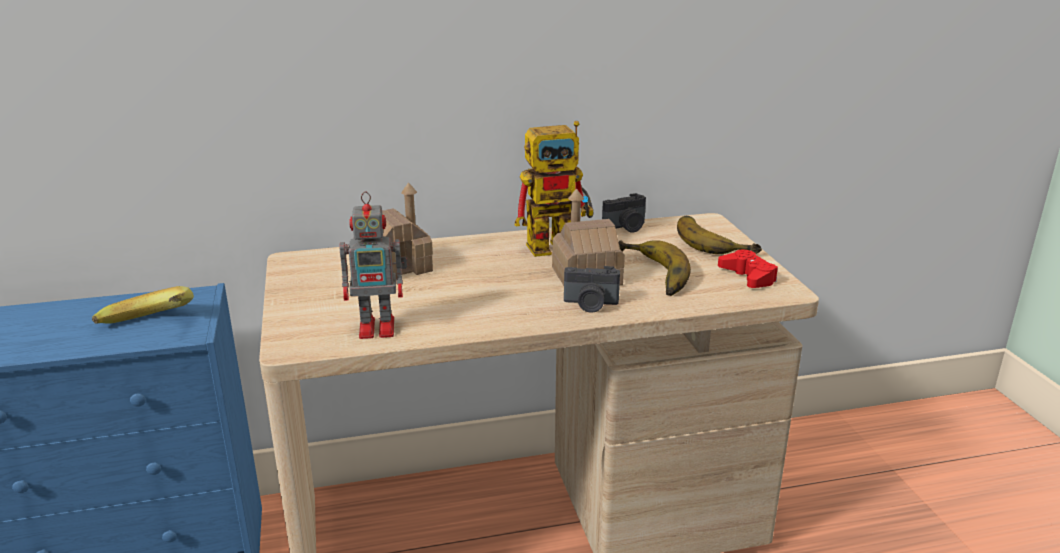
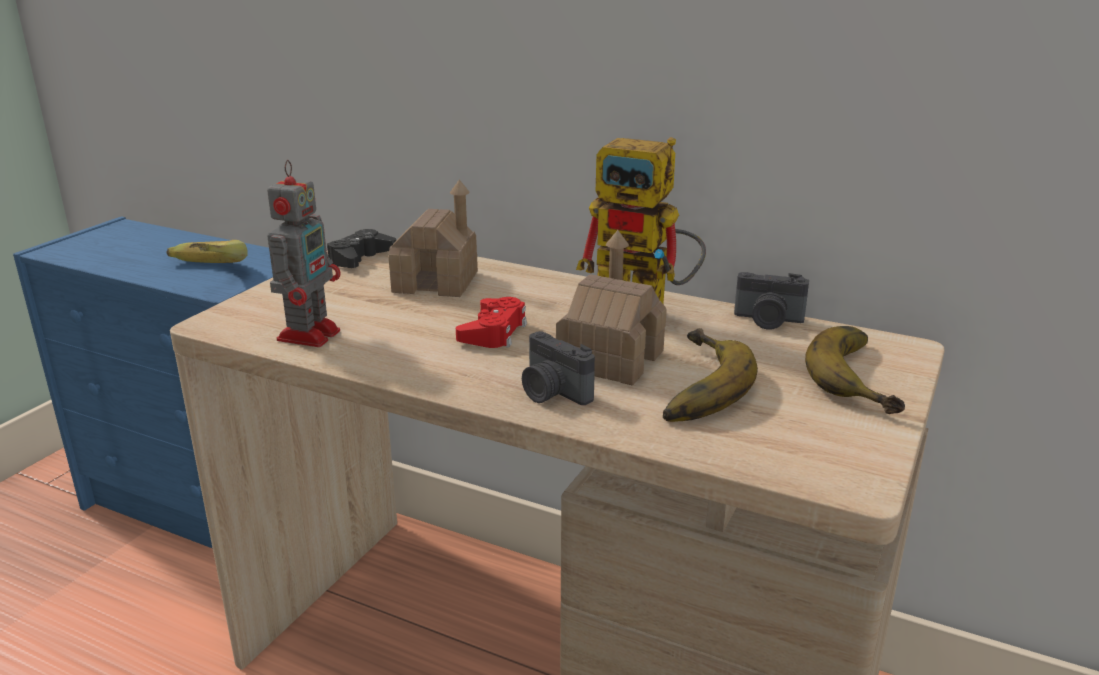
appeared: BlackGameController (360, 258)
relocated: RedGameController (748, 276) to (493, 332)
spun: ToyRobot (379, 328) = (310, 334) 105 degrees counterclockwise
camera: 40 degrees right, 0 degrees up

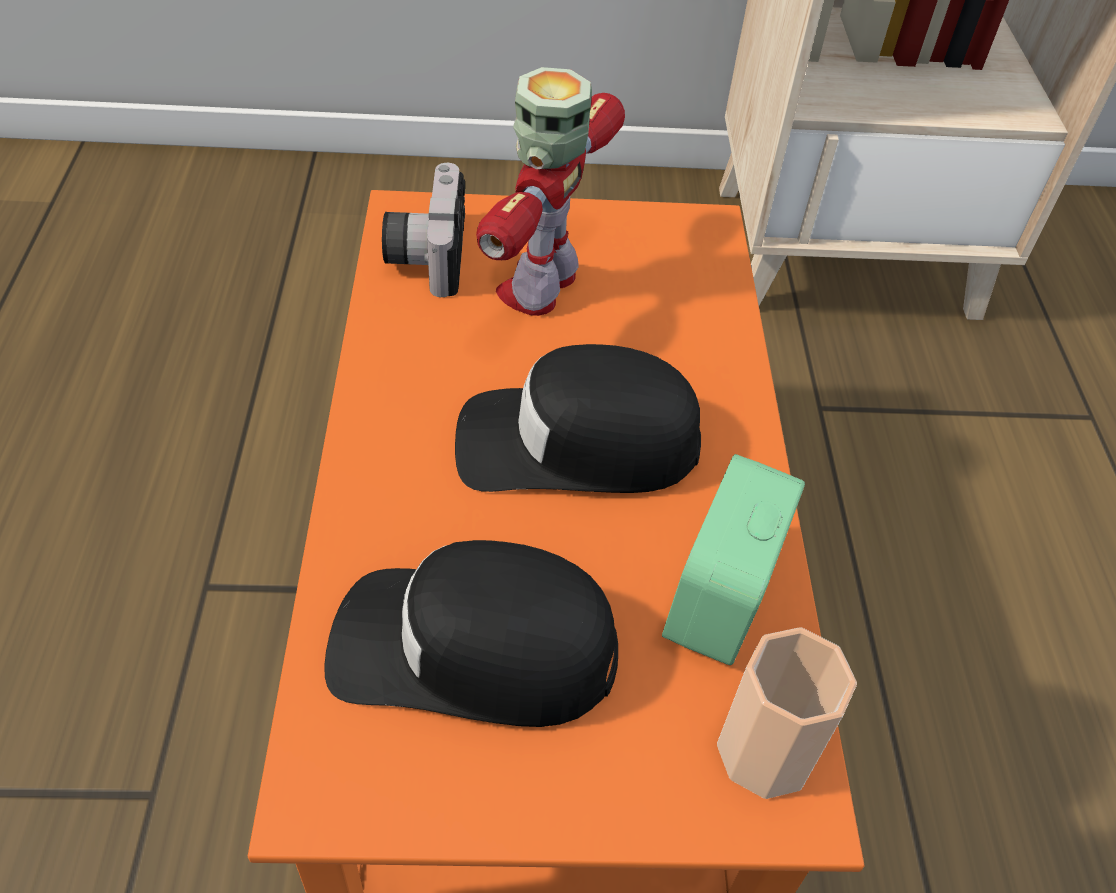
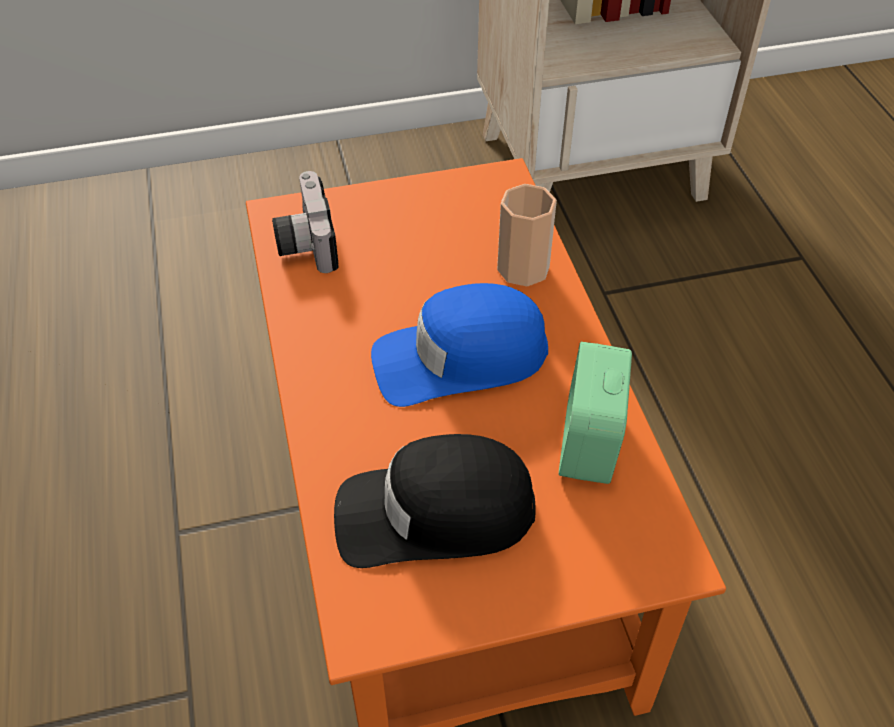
missing: ToyRobot (541, 285)
relocated: Cup (765, 752) to (523, 268)
colour: BlackCap (576, 443) to BlueCap (459, 358)
camera: 10 degrees left, 0 degrees up

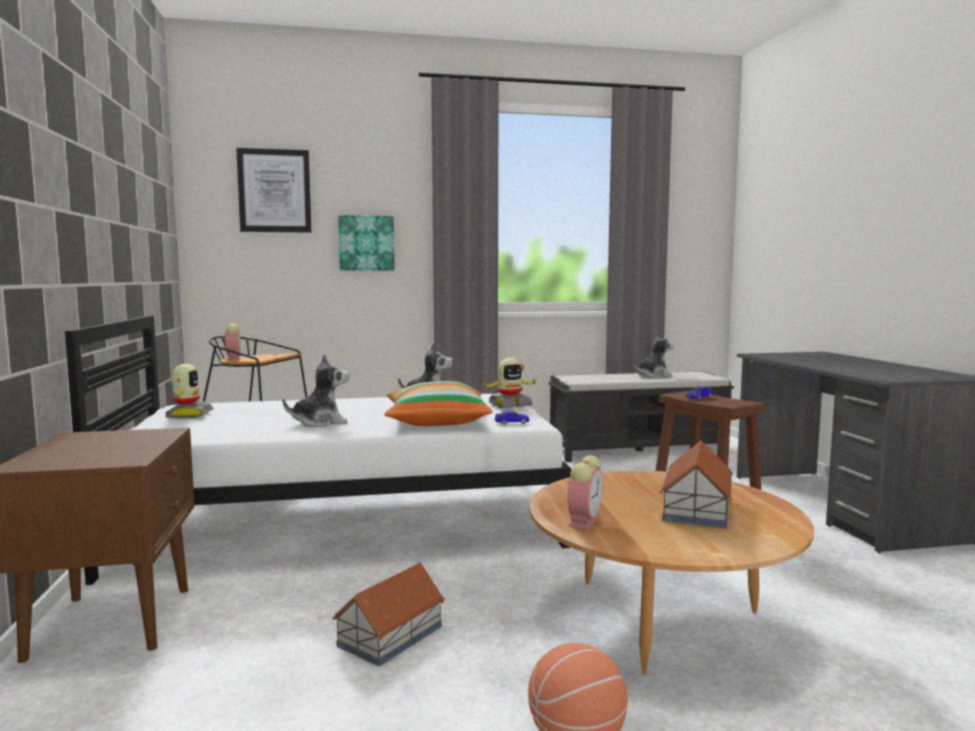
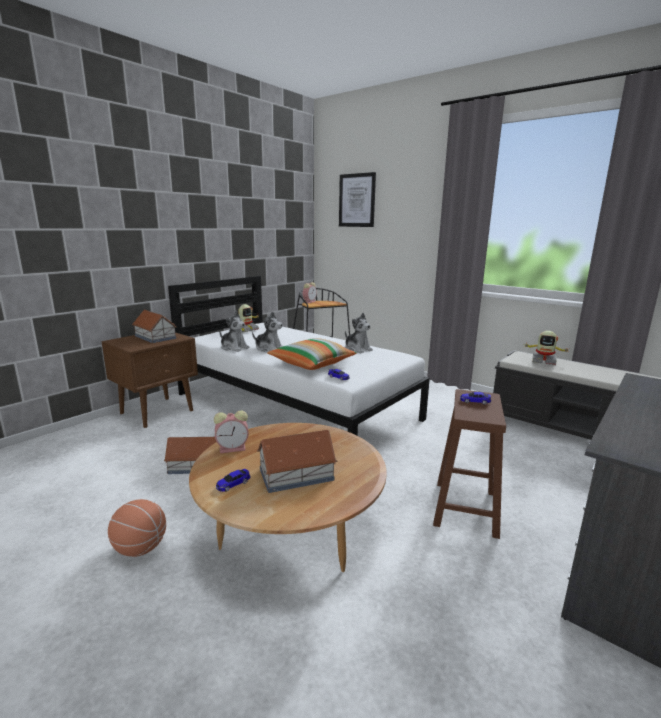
missing: Picture (366, 243)
appeared: ToyHouse (155, 337); ToyCar (233, 484)
relocated: ToyRobot (509, 405) to (543, 361); PlushToy (653, 376) to (234, 348)
camera: 50 degrees right, 10 degrees up

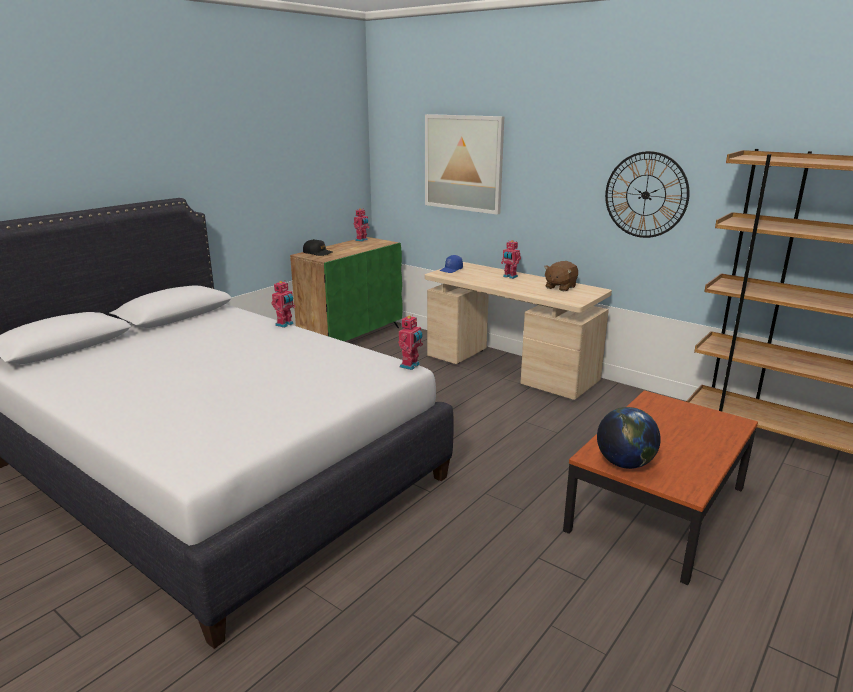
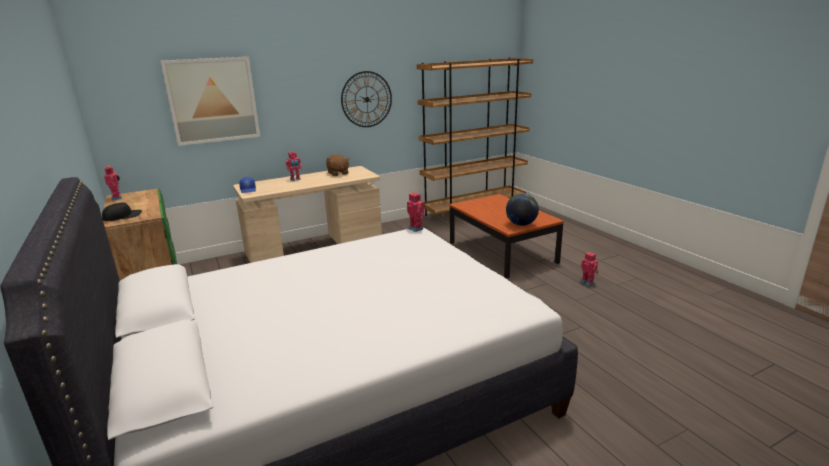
relocated: ToyRobot (285, 324) to (588, 282)
camera: 65 degrees left, 0 degrees up

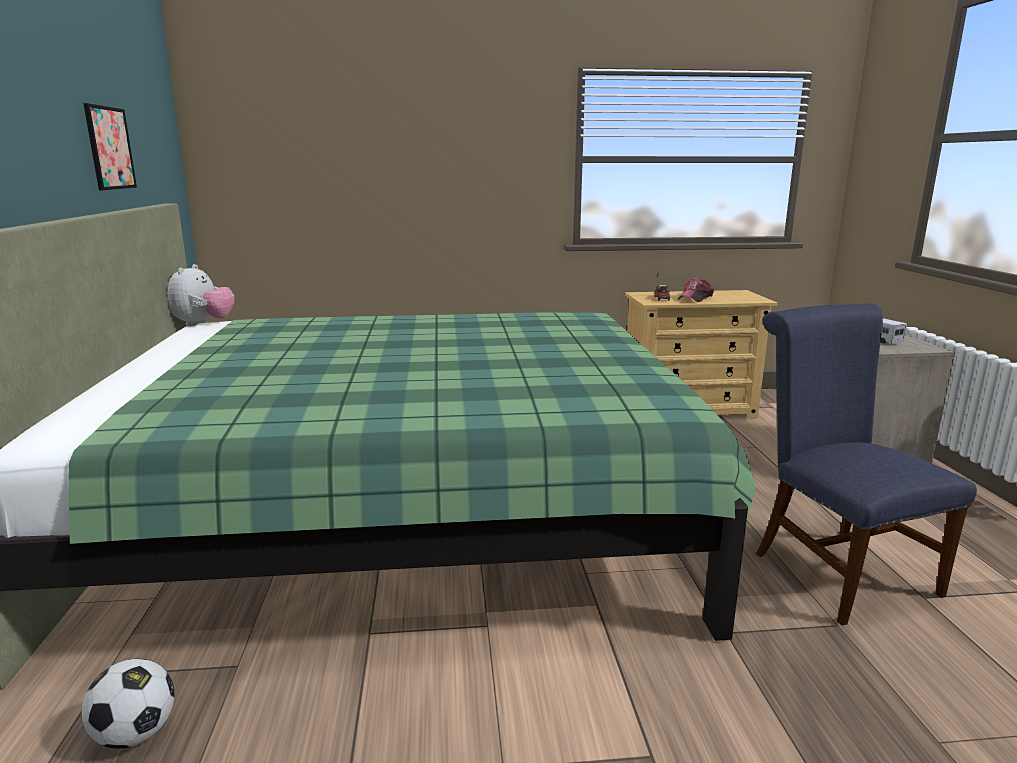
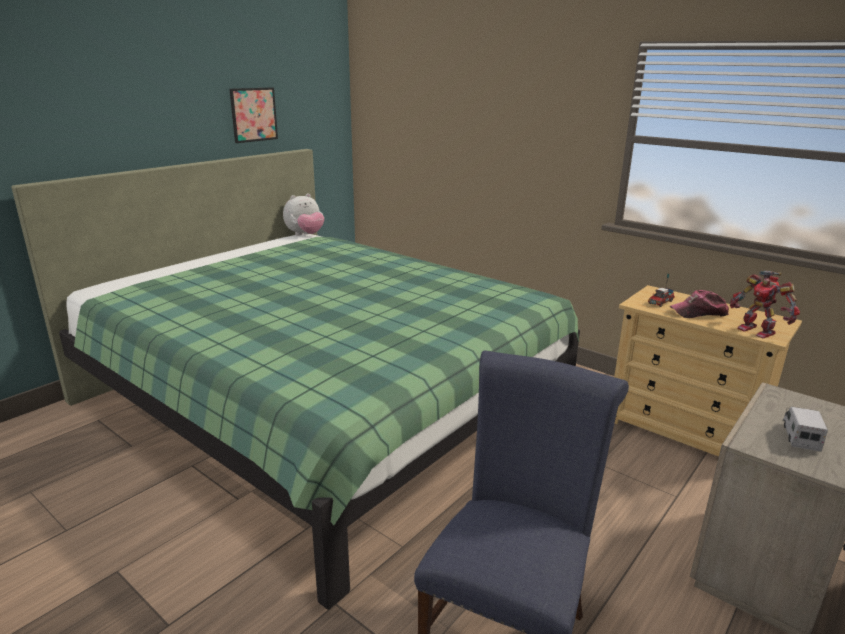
missing: Football (136, 734)
appeared: ToyRobot (757, 330)
camera: 45 degrees right, 5 degrees up

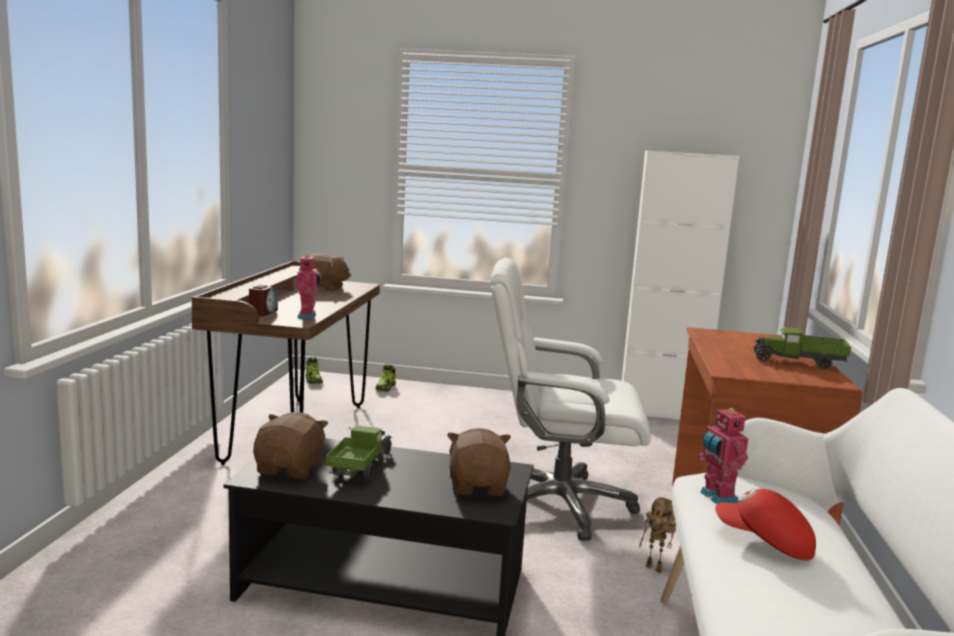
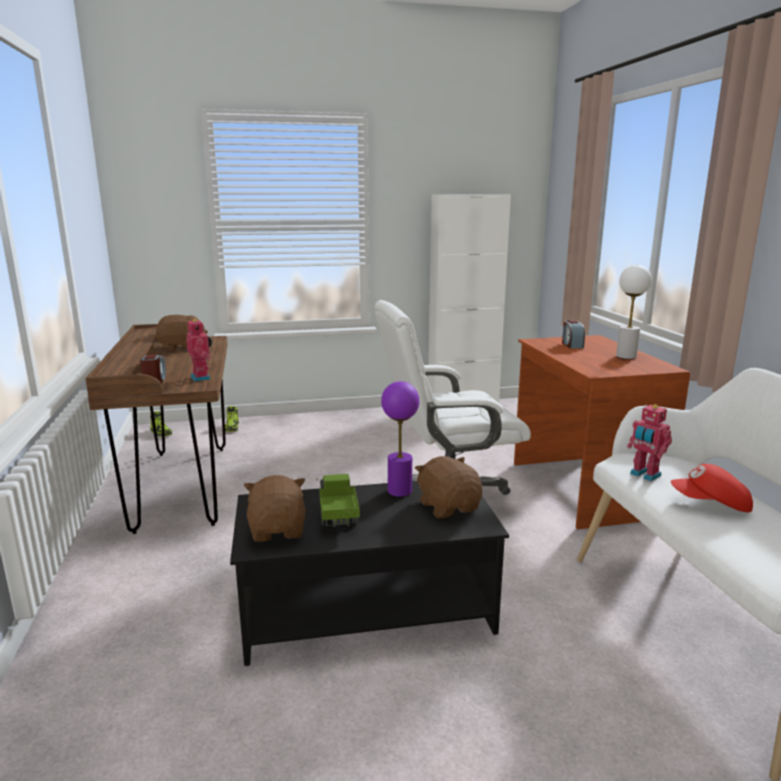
missing: ToyRobot (655, 568)
appeared: PurpleTableLamp (400, 491); AlarmClock (572, 345)
exchanged: ToyTruck (799, 362) to WhiteTableLamp (626, 356)
camera: 20 degrees left, 5 degrees up

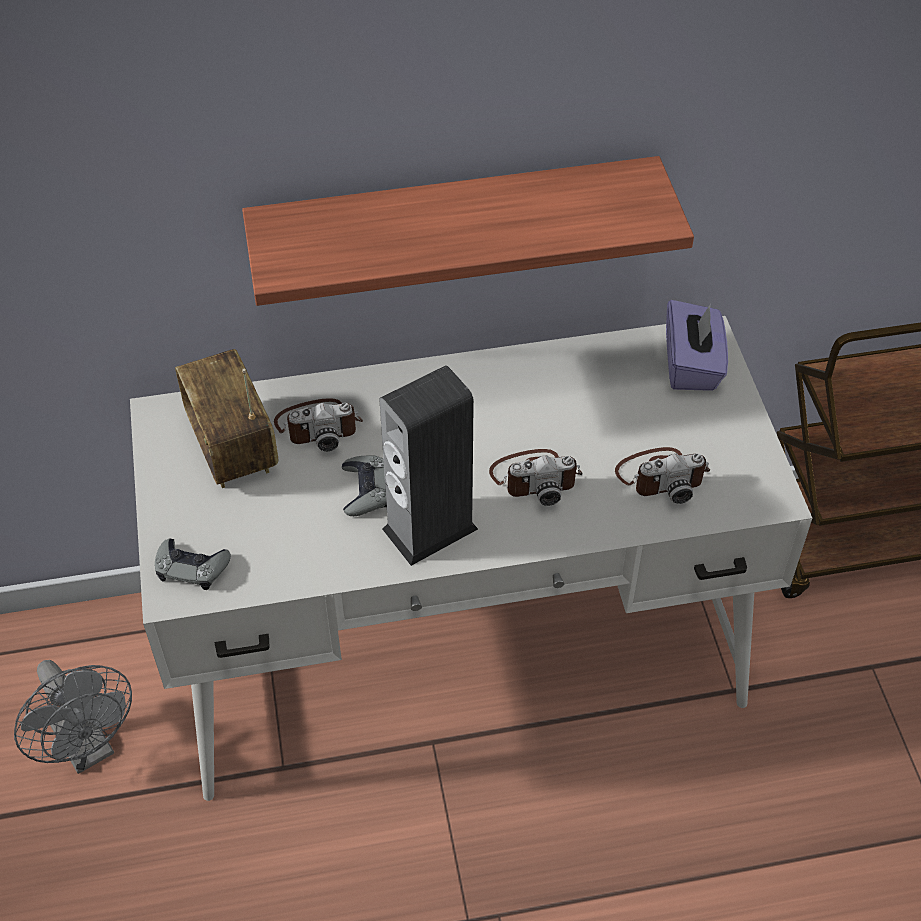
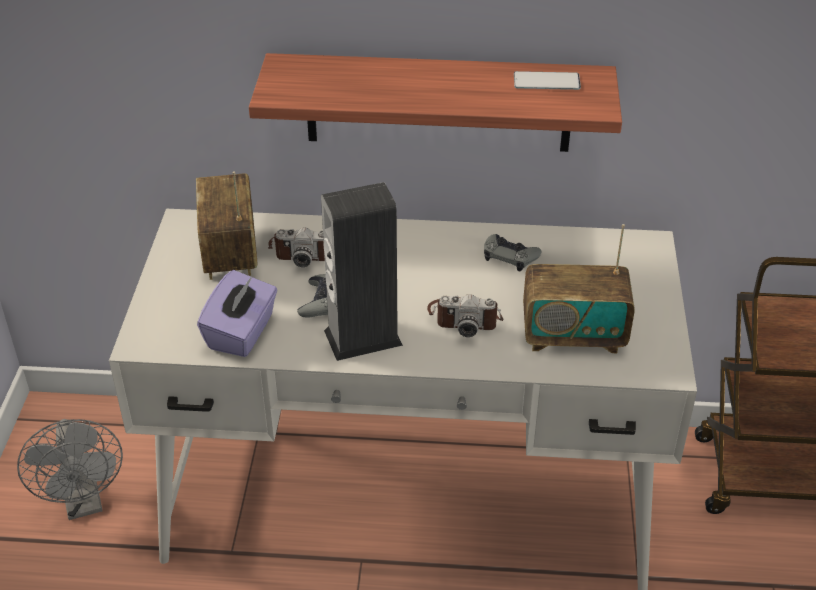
appeared: Phone (546, 81)
relocated: GreyGameController (191, 567) to (510, 256); PurpleTissueBox (692, 365) to (242, 333)
exchanged: PhotoCamera (661, 476) to Radio (573, 336)
camera: 15 degrees right, 10 degrees down

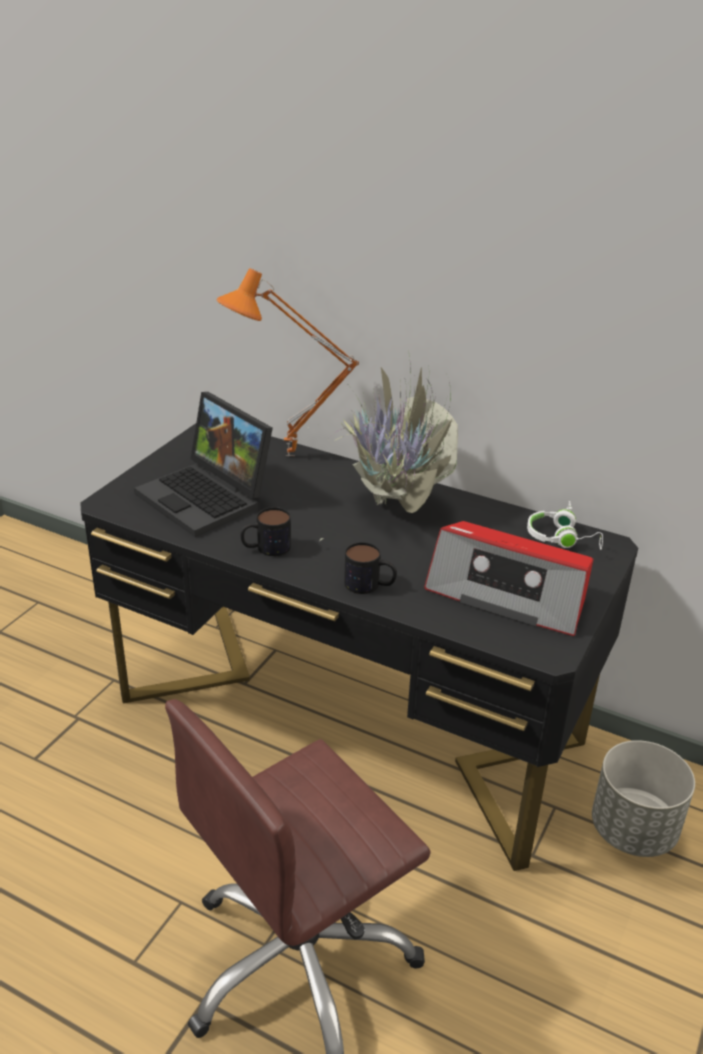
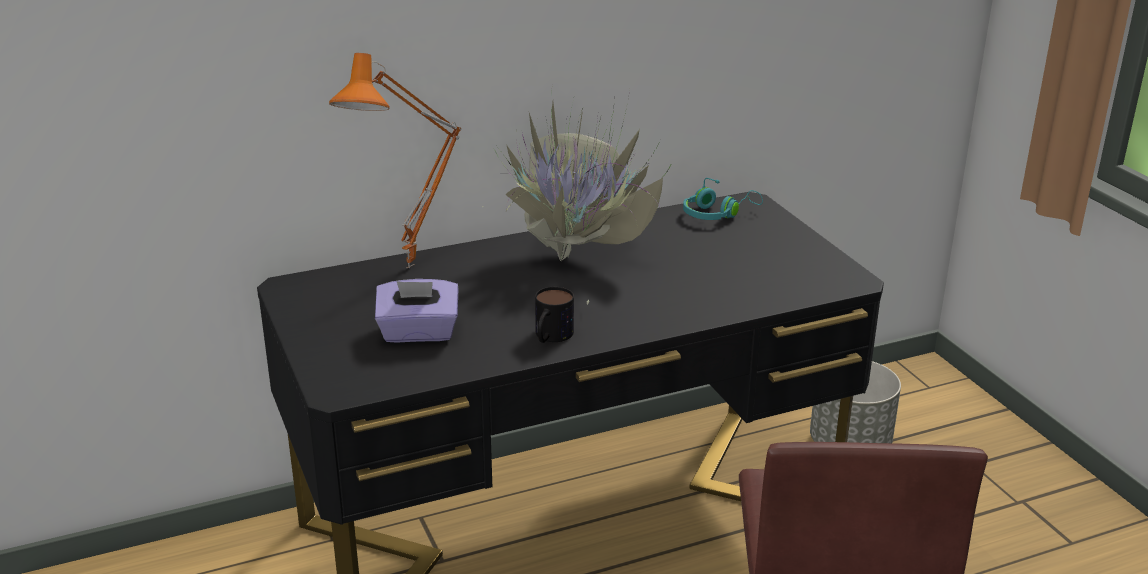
missing: Mug (370, 585); Radio (509, 594)
exchanged: Laptop (208, 498) to PurpleTissueBox (418, 333)
colour: WhiteHeadphones (562, 538) to TurquoiseHeadphones (717, 214)
camera: 50 degrees left, 5 degrees down

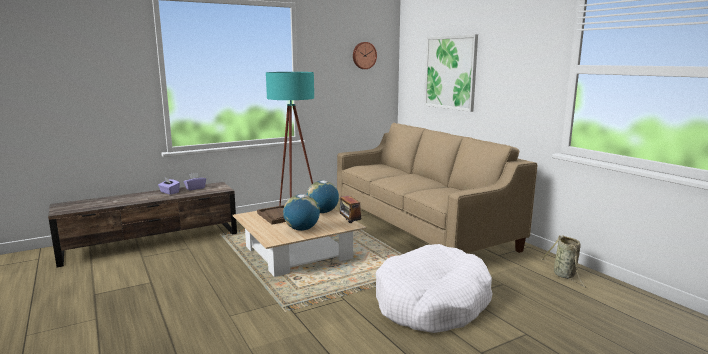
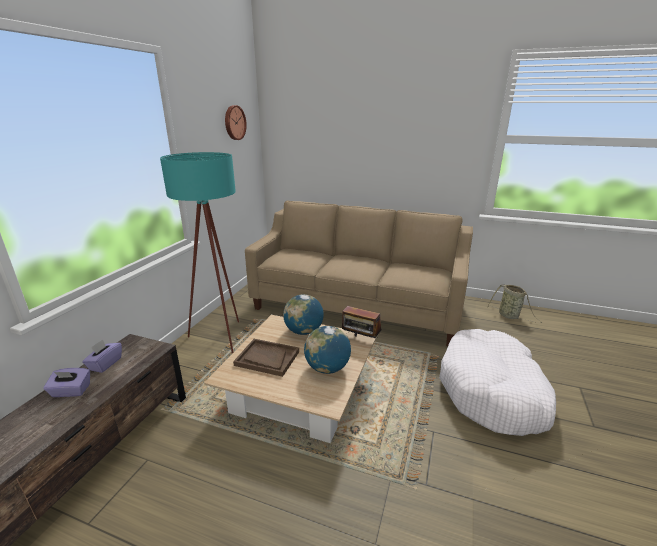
missing: Picture (450, 72)
camera: 40 degrees left, 10 degrees up

